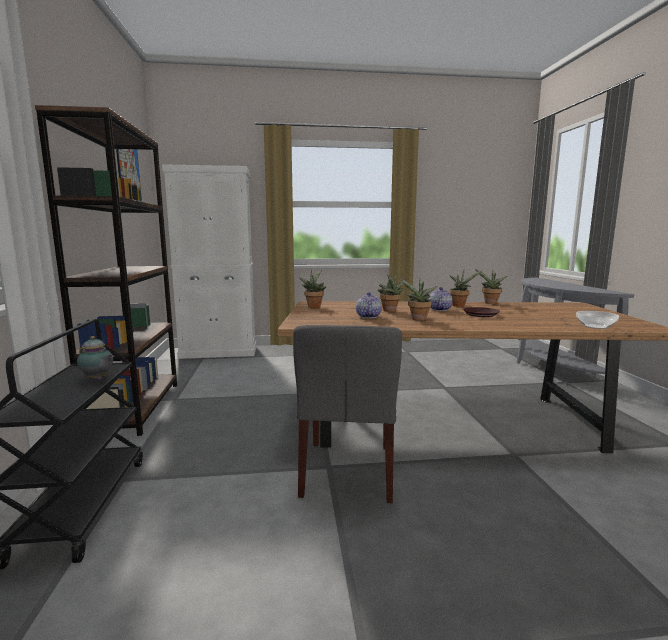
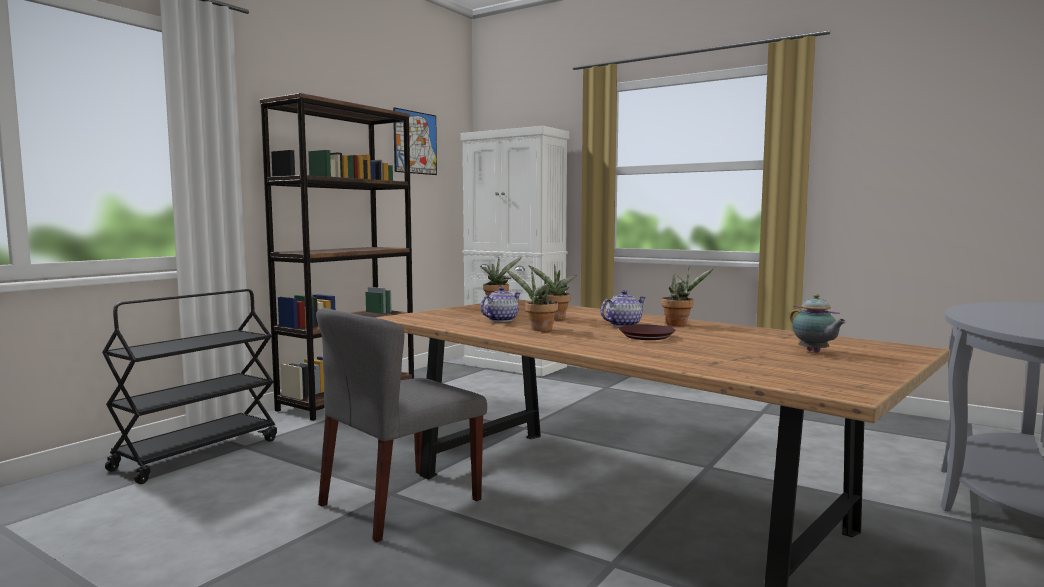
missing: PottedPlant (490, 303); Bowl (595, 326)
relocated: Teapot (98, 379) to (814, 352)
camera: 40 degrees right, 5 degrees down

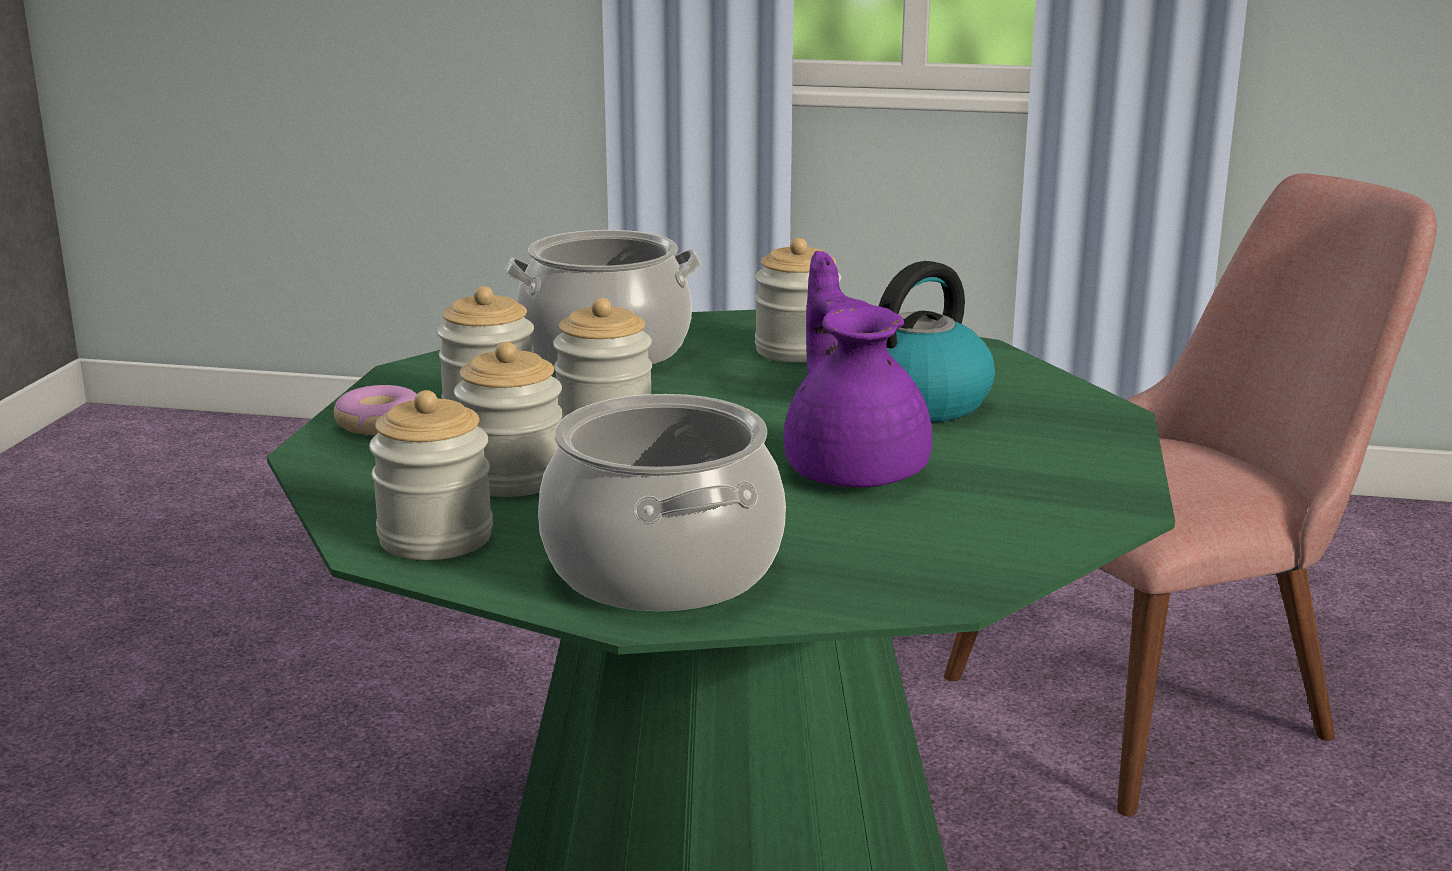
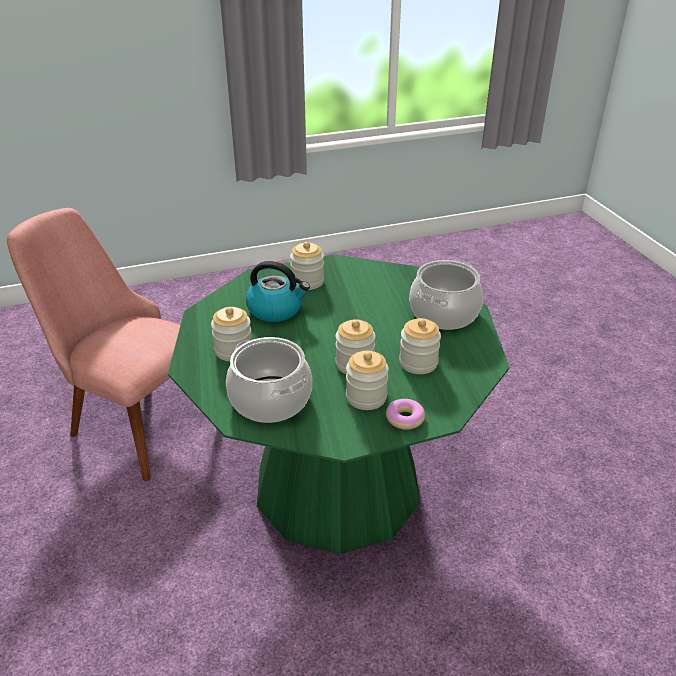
missing: PurpleTeapot (854, 468)
relocated: Jar (436, 538) to (307, 282)
camera: 120 degrees left, 15 degrees up

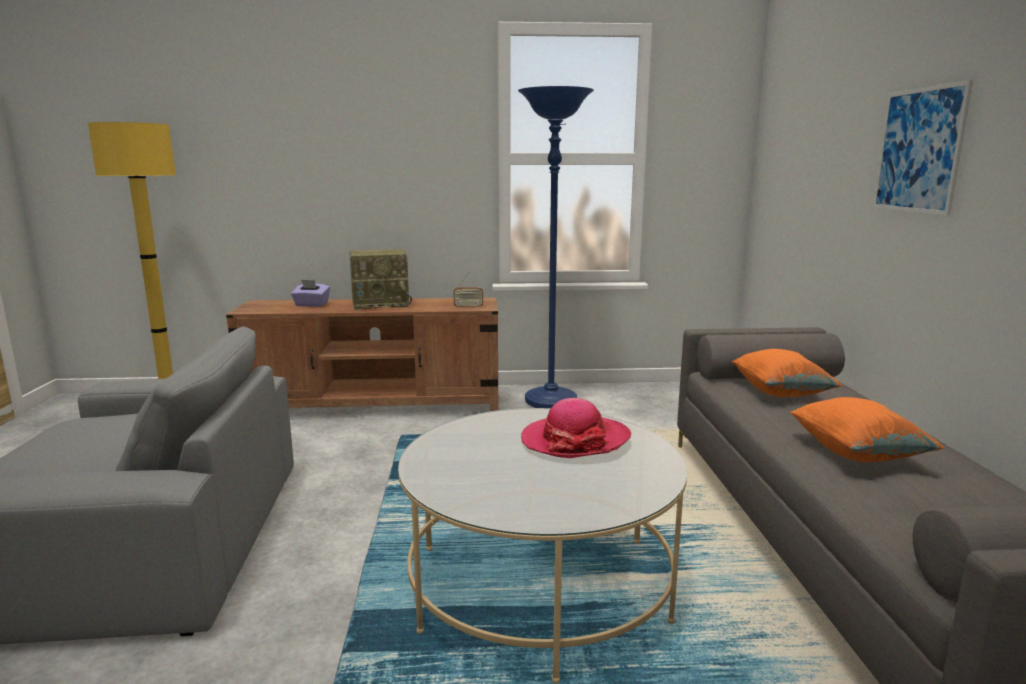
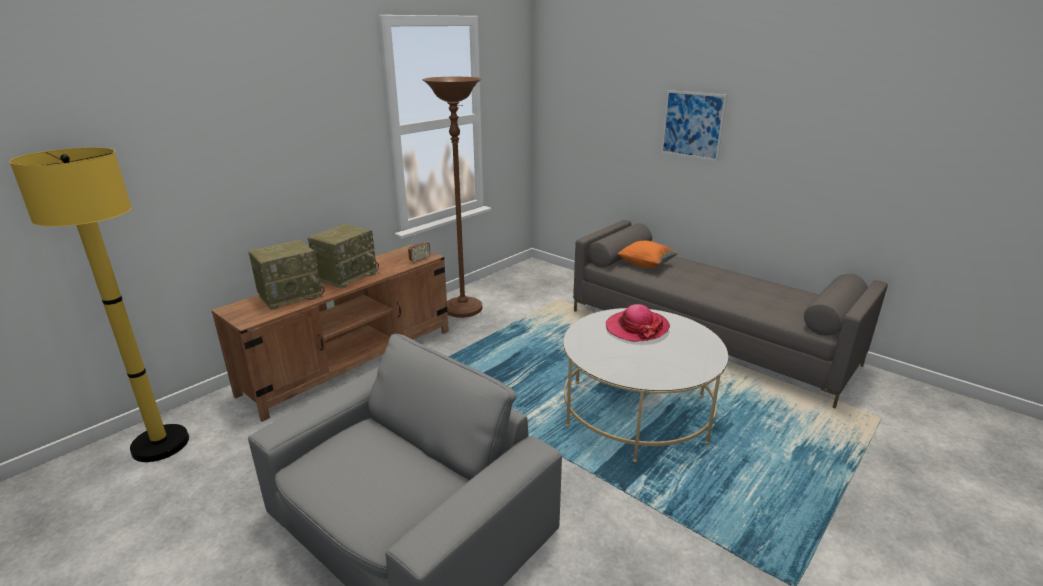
missing: OrangePillow (857, 454)
exchanged: PurpleTissueBox (311, 305) to Radio (291, 295)
colour: BlueFloorLamp (551, 402) to BrownFloorLamp (463, 309)
camera: 45 degrees left, 10 degrees up

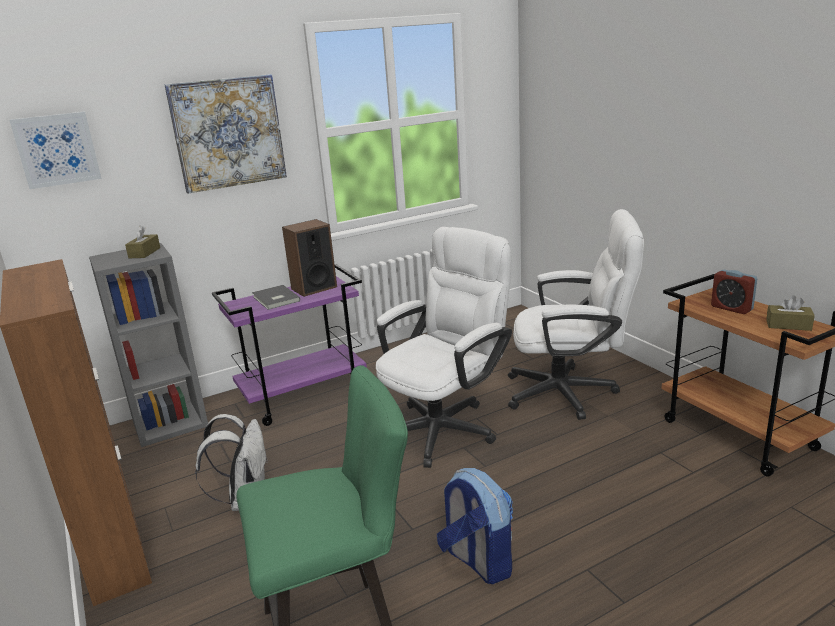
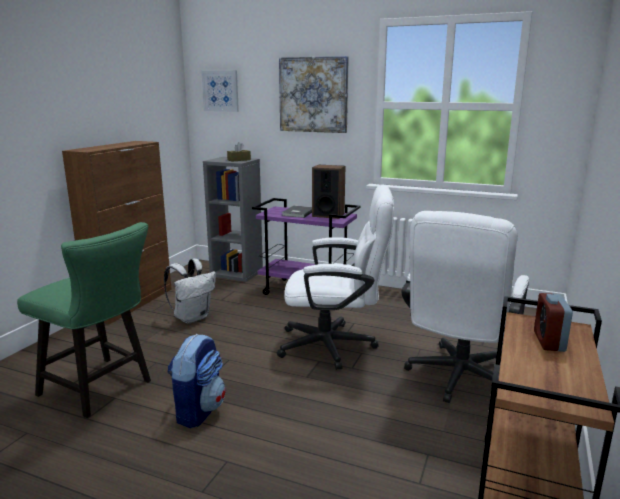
missing: BrownTissueBox (788, 325)
spun: WhiteOfficeChair (571, 392) = (457, 379) 60 degrees clockwise
camera: 50 degrees right, 5 degrees down

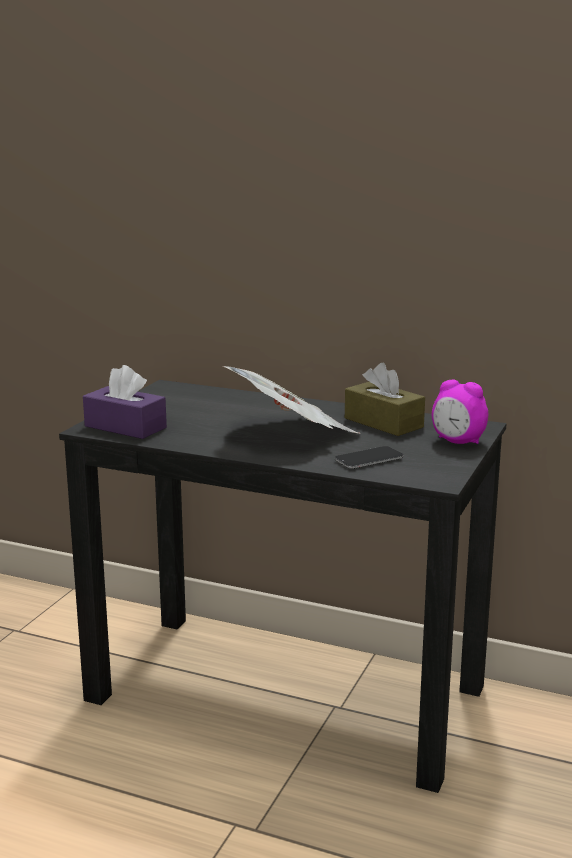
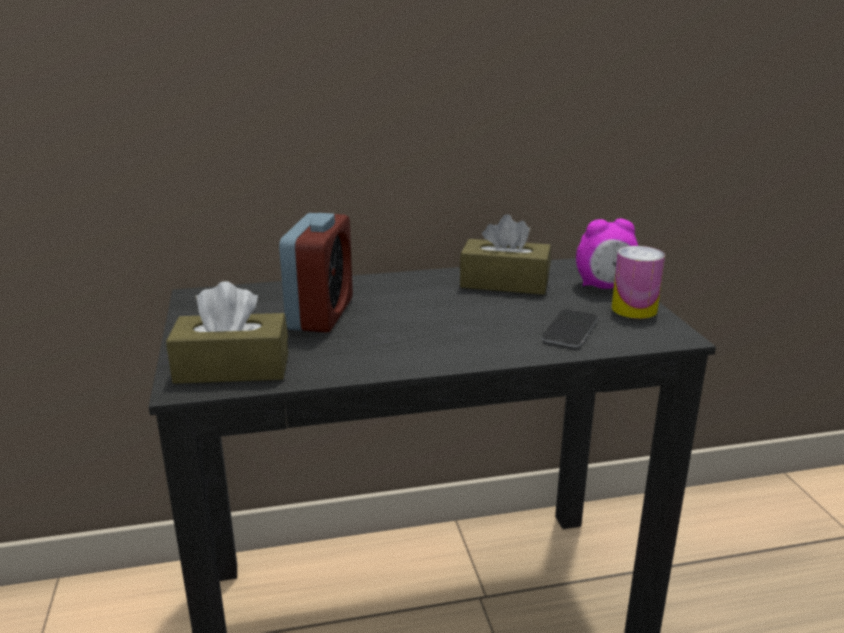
missing: Newspaper (292, 434)
appeared: AlarmClock (321, 314); Can (634, 309)
colour: PurpleTissueBox (125, 427) to BrownTissueBox (232, 368)
camera: 35 degrees left, 5 degrees up

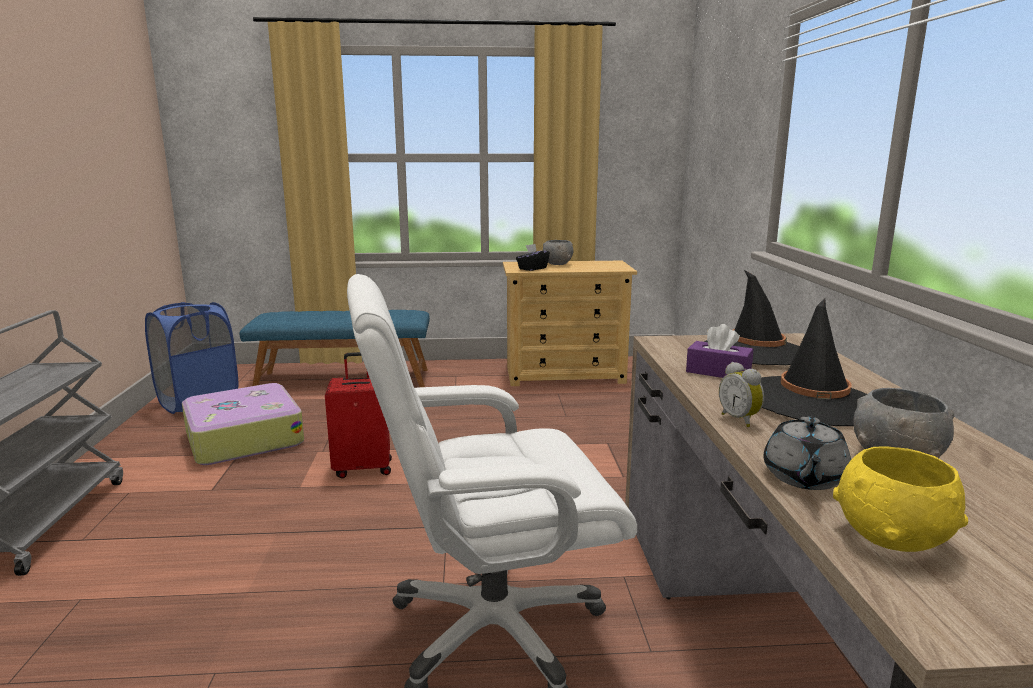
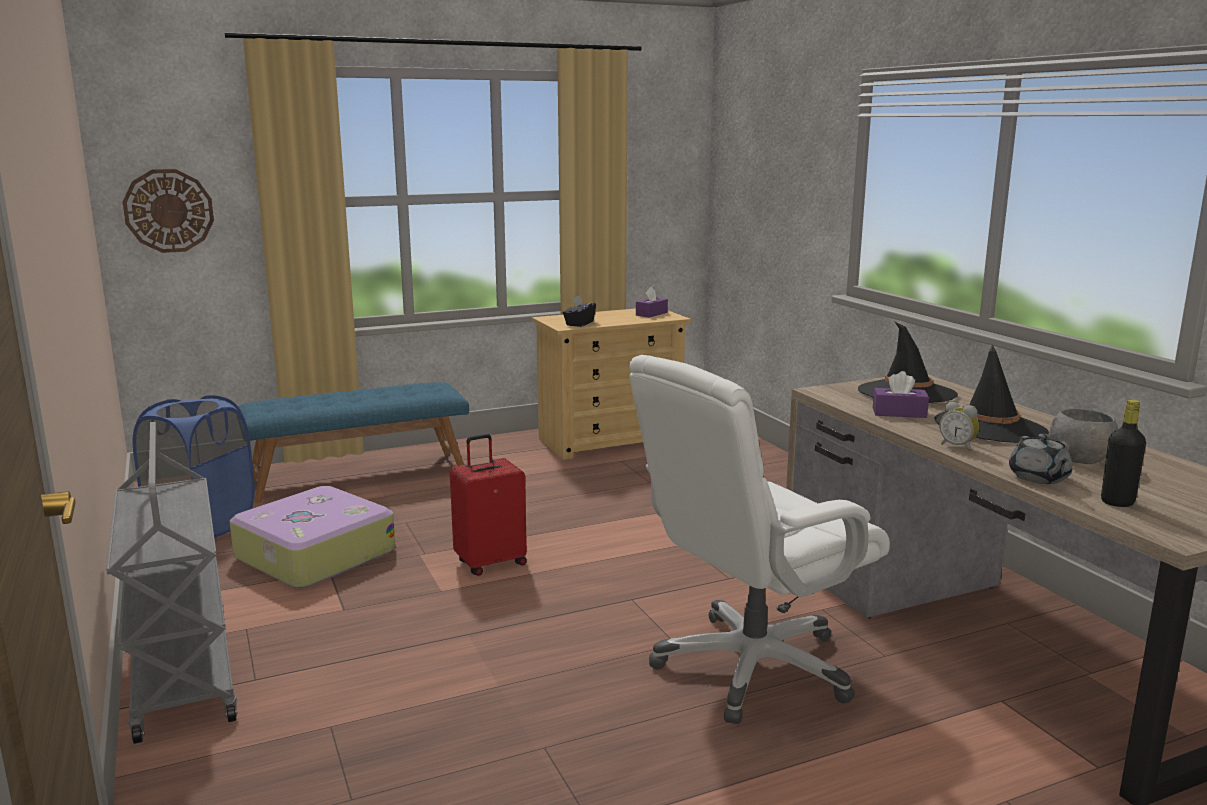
missing: GreyBowl (557, 264)
appeared: WallClock (169, 211); PurpleTissueBox (651, 314)
exchanged: YellowBowl (890, 537) to BlackBottle (1117, 502)
camera: 20 degrees left, 0 degrees up

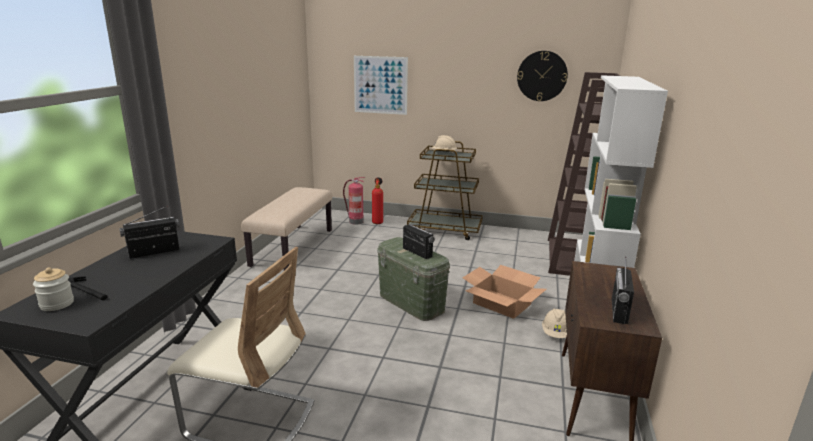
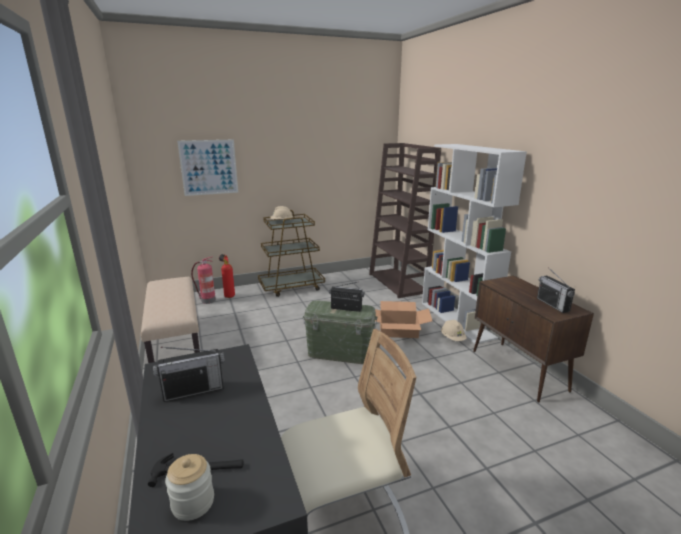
missing: WallClock (542, 76)
spun: Radio (154, 252) = (194, 391) 135 degrees counterclockwise
camera: 35 degrees left, 0 degrees up

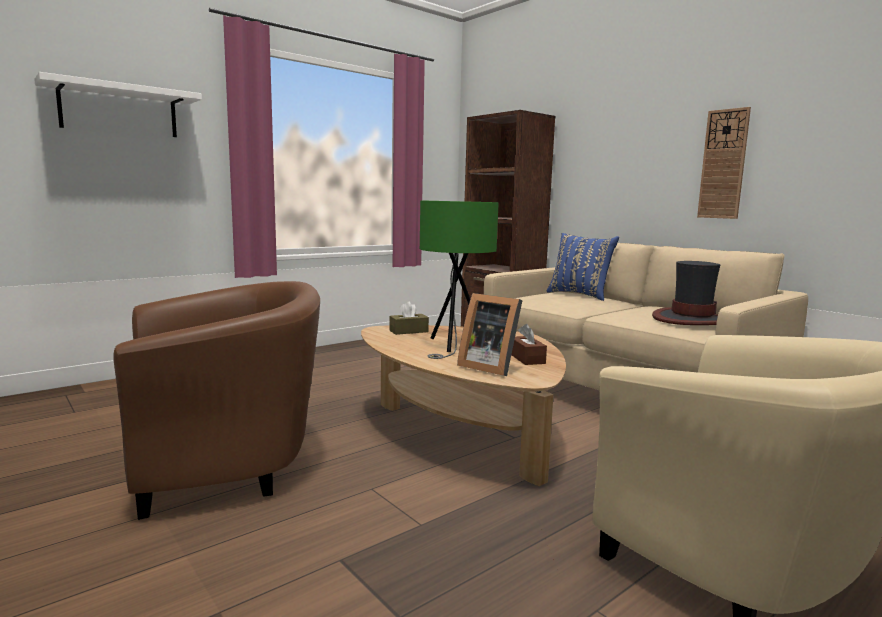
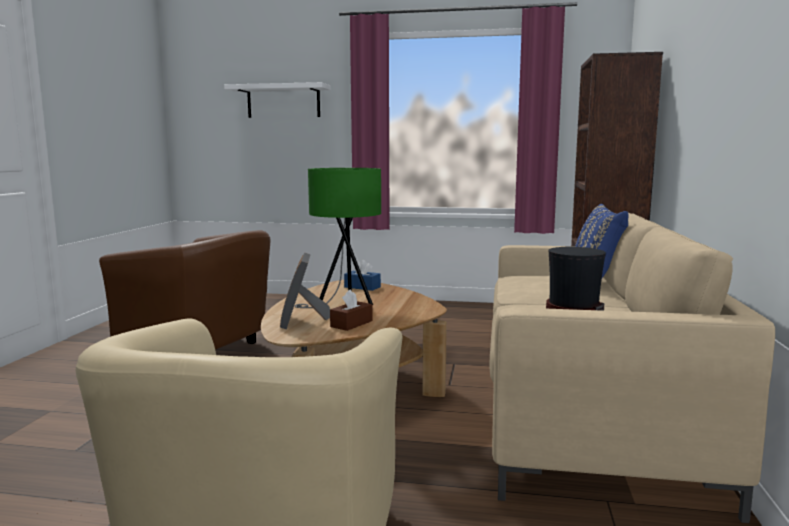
missing: WallClock (723, 164)
colour: BrownTissueBox (408, 331) to BlueTissueBox (362, 287)
camera: 50 degrees right, 0 degrees up

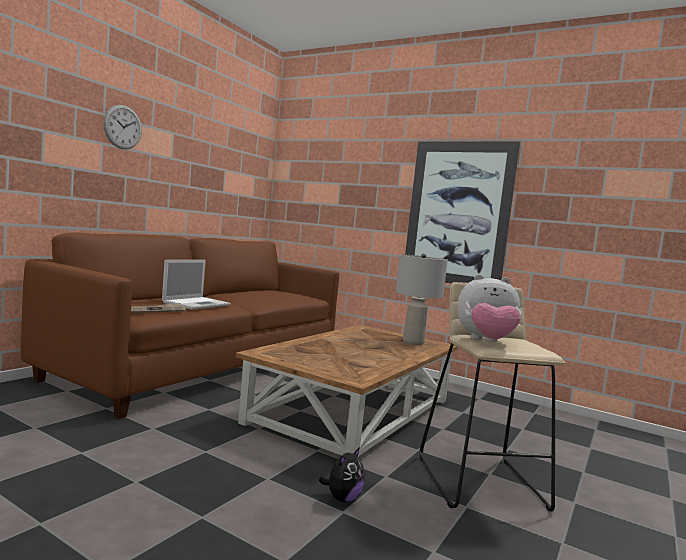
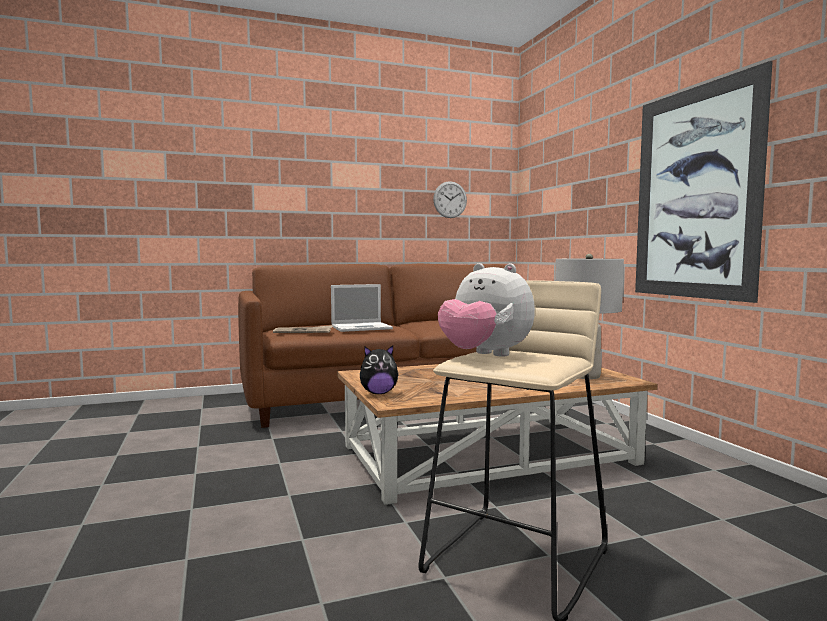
relocated: WallClock (123, 127) to (450, 199); PlushToy (342, 498) to (378, 393)
camera: 40 degrees right, 0 degrees up

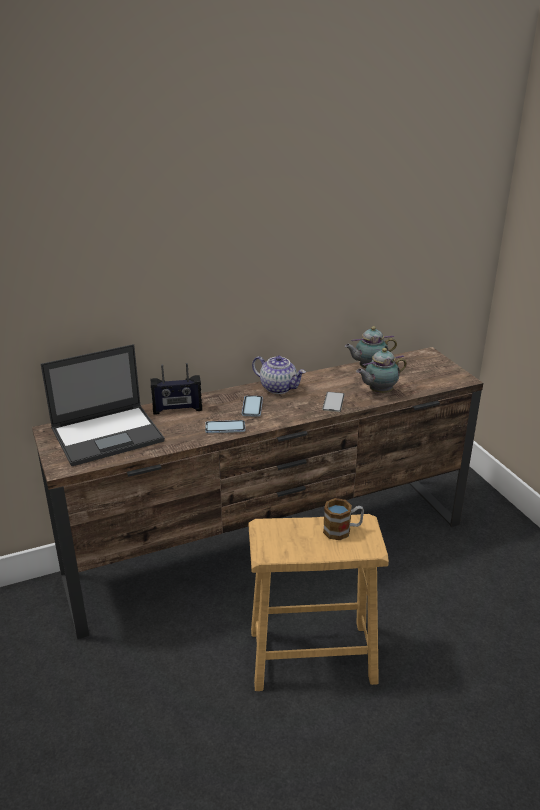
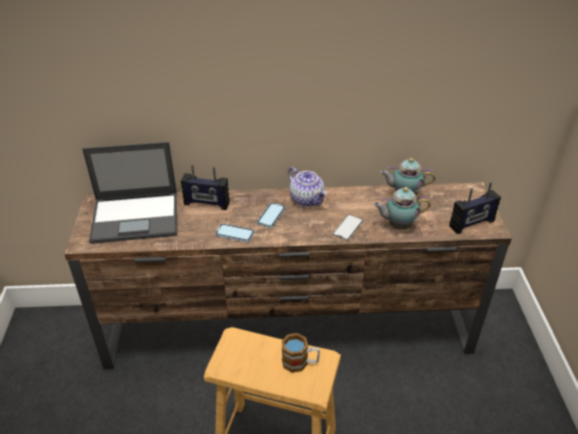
appeared: Radio (472, 224)
camera: 20 degrees right, 10 degrees up

